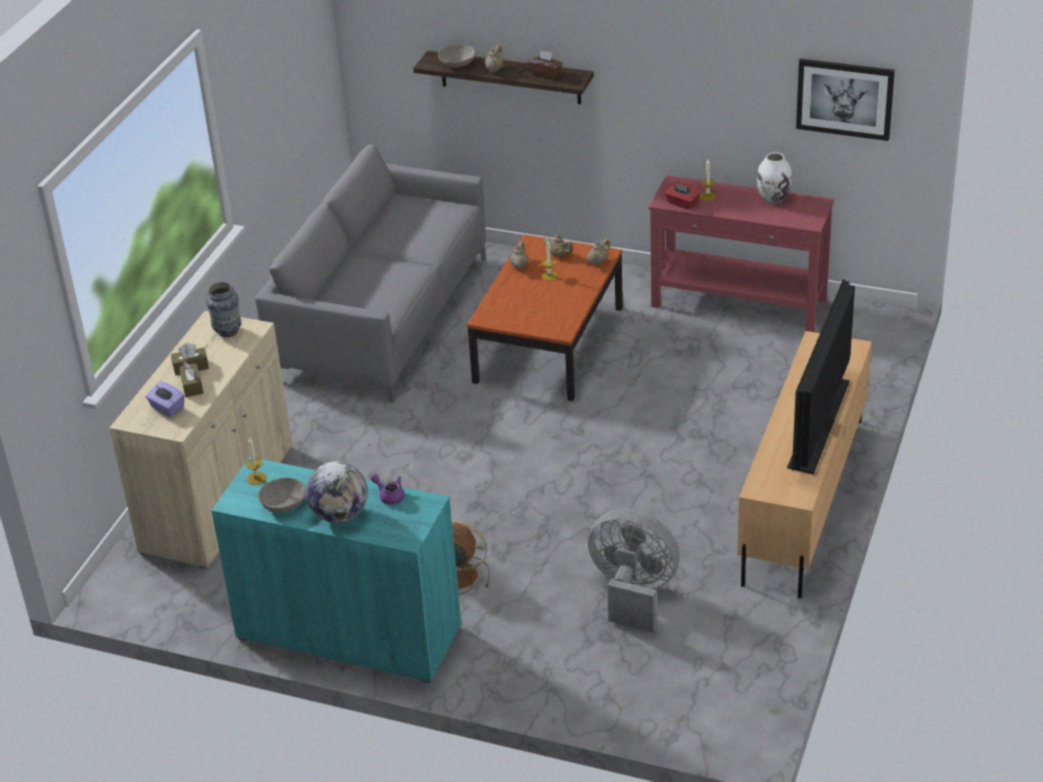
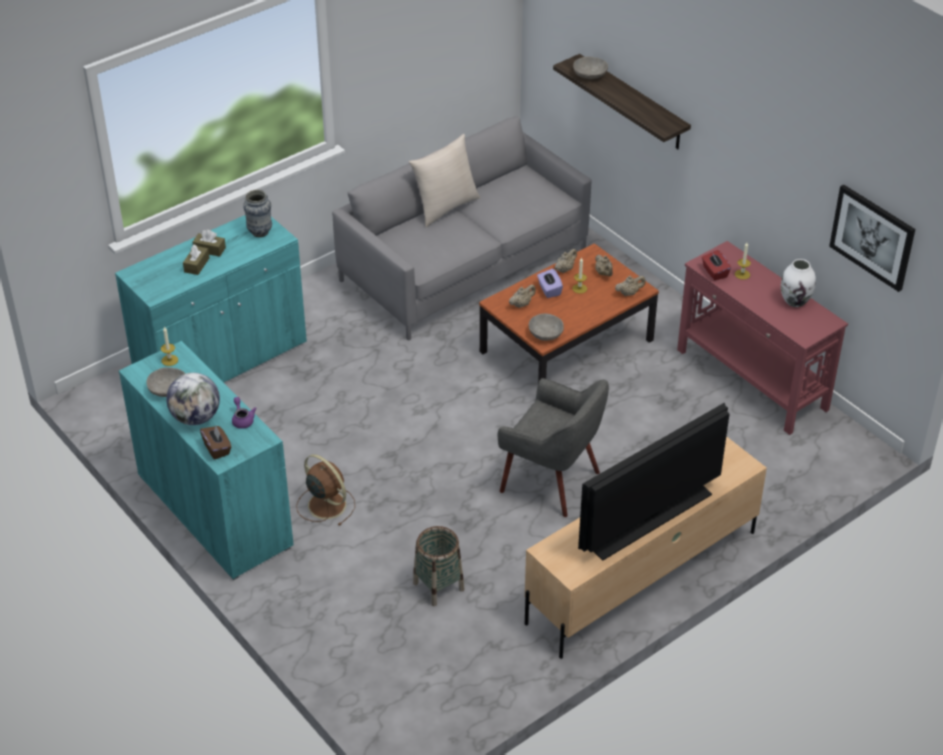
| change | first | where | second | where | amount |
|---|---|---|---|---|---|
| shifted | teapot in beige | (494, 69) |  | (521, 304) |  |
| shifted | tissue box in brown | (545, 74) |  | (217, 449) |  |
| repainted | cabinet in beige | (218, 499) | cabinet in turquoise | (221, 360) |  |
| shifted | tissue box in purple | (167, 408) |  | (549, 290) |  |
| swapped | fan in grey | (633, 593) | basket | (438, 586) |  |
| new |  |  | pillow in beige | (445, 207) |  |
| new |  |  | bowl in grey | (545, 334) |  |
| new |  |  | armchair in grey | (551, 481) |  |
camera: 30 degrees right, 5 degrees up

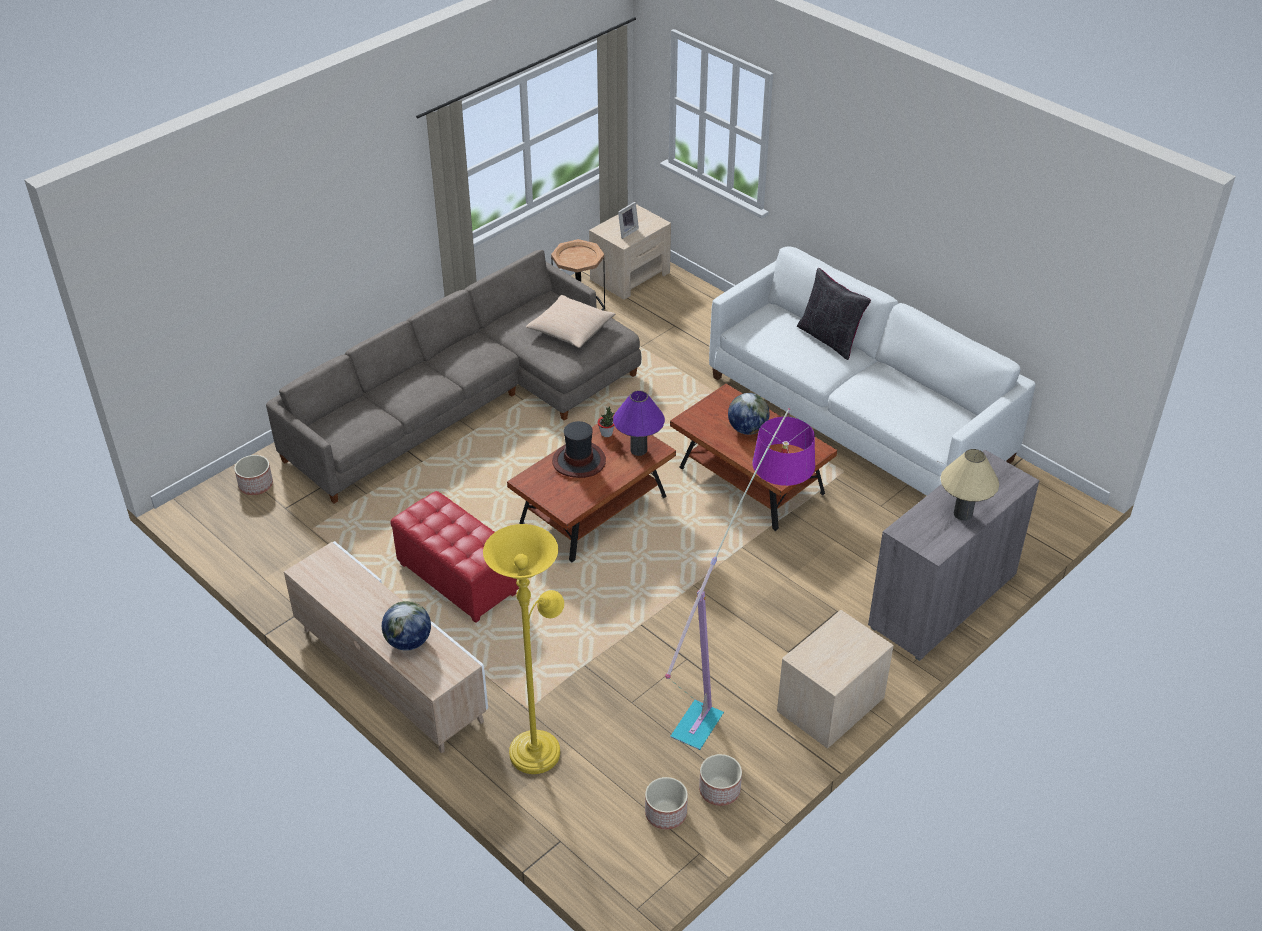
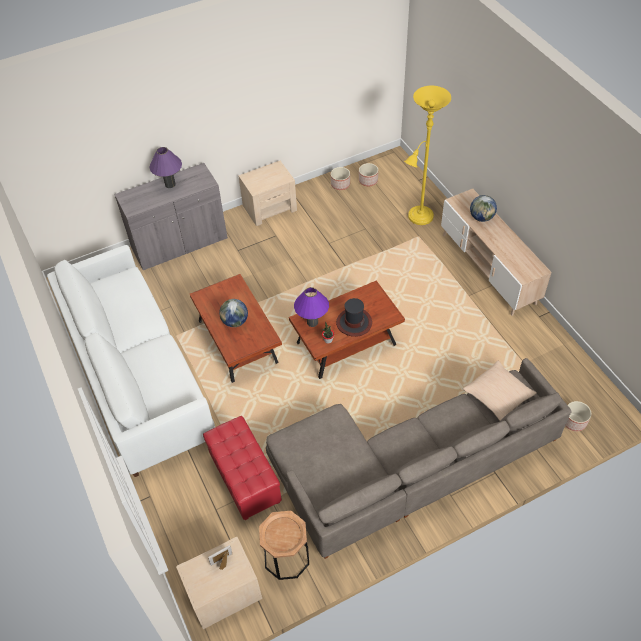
| change | first | where | second | where | amount |
|---|---|---|---|---|---|
| gone | pillow in black | (830, 339) |  |  |  |
| shifted | pillow in beige | (571, 329) |  | (498, 395) |  |
| gone | floor lamp | (739, 660) |  |  |  |
| repainted | table lamp in beige | (963, 514) | table lamp in purple | (170, 184) |  |
| shifted | ottoman in red | (458, 579) |  | (244, 479) |  |
camera: 160 degrees left, 10 degrees up

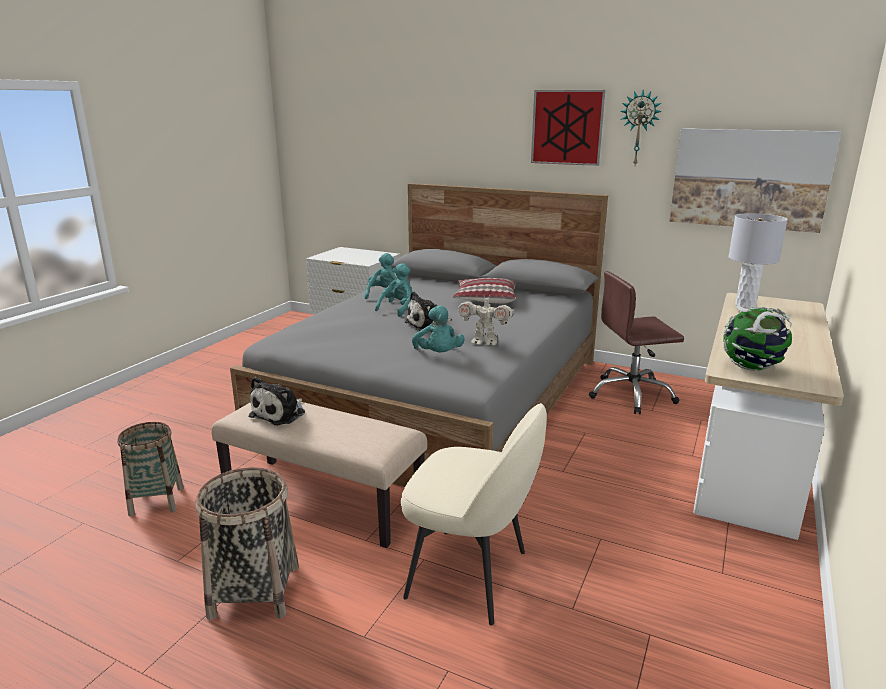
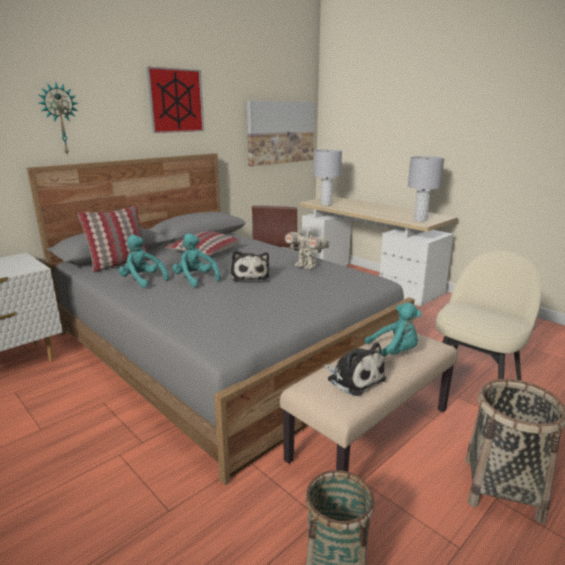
| change | first | where | second | where | amount |
|---|---|---|---|---|---|
| shifted | wall clock | (639, 128) |  | (60, 119) |  |
| rotated | toy robot | (485, 342) |  | (306, 266) | 90 degrees clockwise |
| swapped | globe | (751, 368) | table lamp in grey | (420, 220) |  |
| shifted | plush toy in turquoise | (438, 355) |  | (393, 354) |  |
| new |  |  | pillow | (119, 264) |  |
camera: 70 degrees left, 0 degrees up

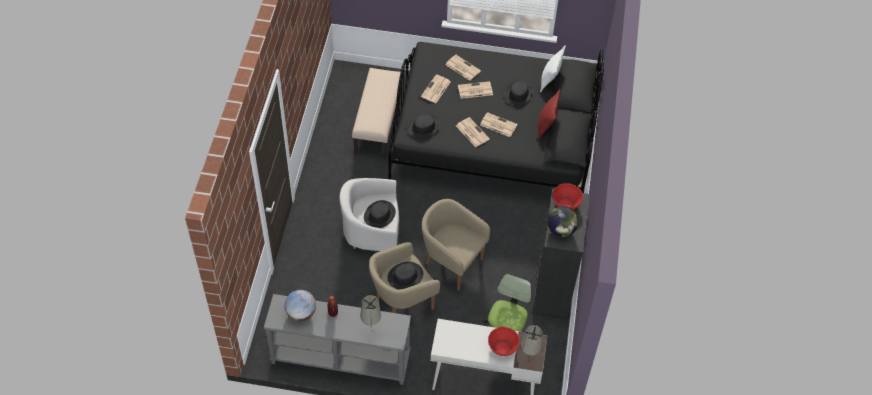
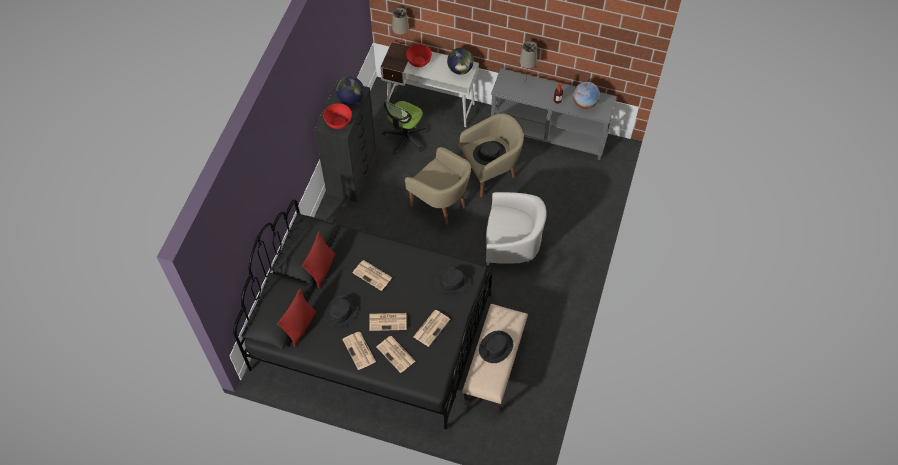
| change | first | where | second | where | amount |
|---|---|---|---|---|---|
| repainted | pillow in white | (550, 80) | pillow in red | (300, 326) |  |
| shifted | newspaper | (472, 132) |  | (359, 351) |  |
| shifted | hat in black | (379, 214) |  | (496, 347) |  |
| new |  |  | globe | (460, 69) |  |
camera: 170 degrees left, 5 degrees up

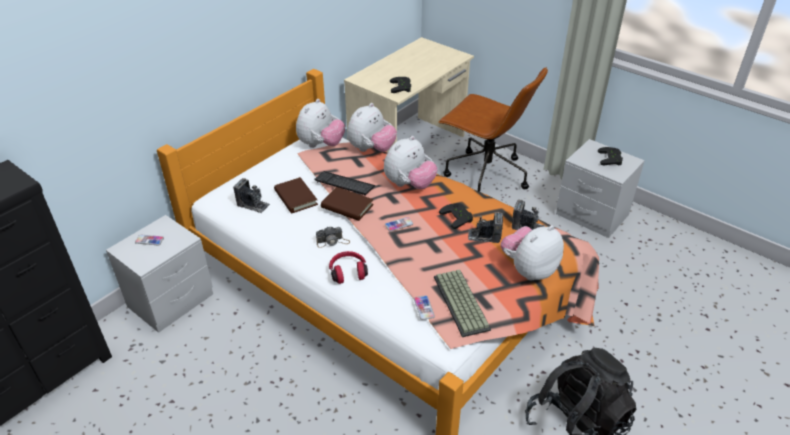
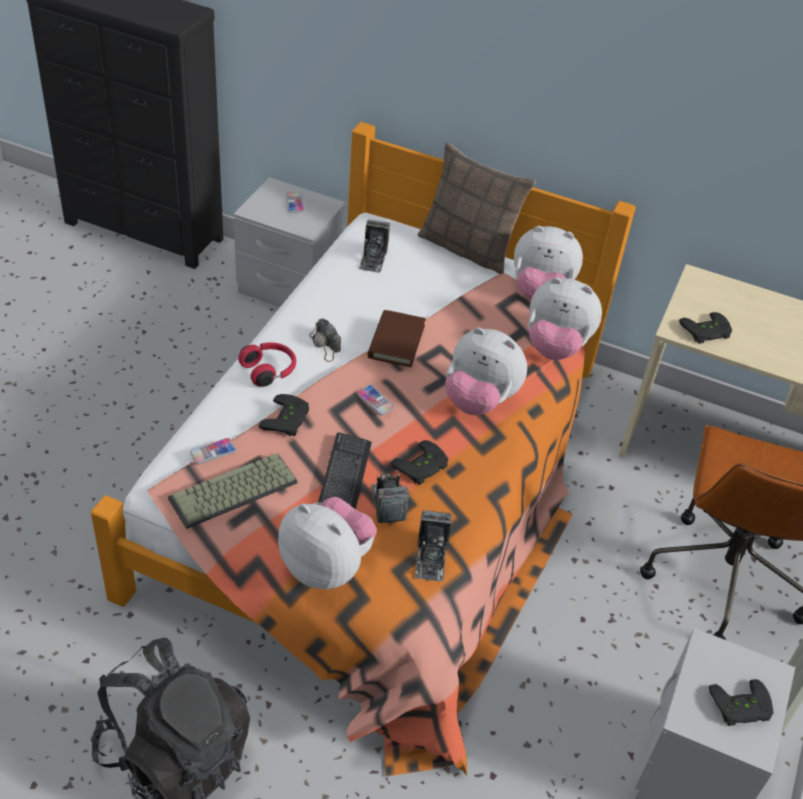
| change | first | where | second | where | amount |
|---|---|---|---|---|---|
| shifted | keyboard | (344, 184) |  | (344, 476) |  |
| gone | book in brown | (295, 197) |  |  |  |
| new |  |  | pillow | (468, 248) |  |
| new |  |  | game controller in black | (288, 420) |  |
camera: 70 degrees right, 5 degrees up

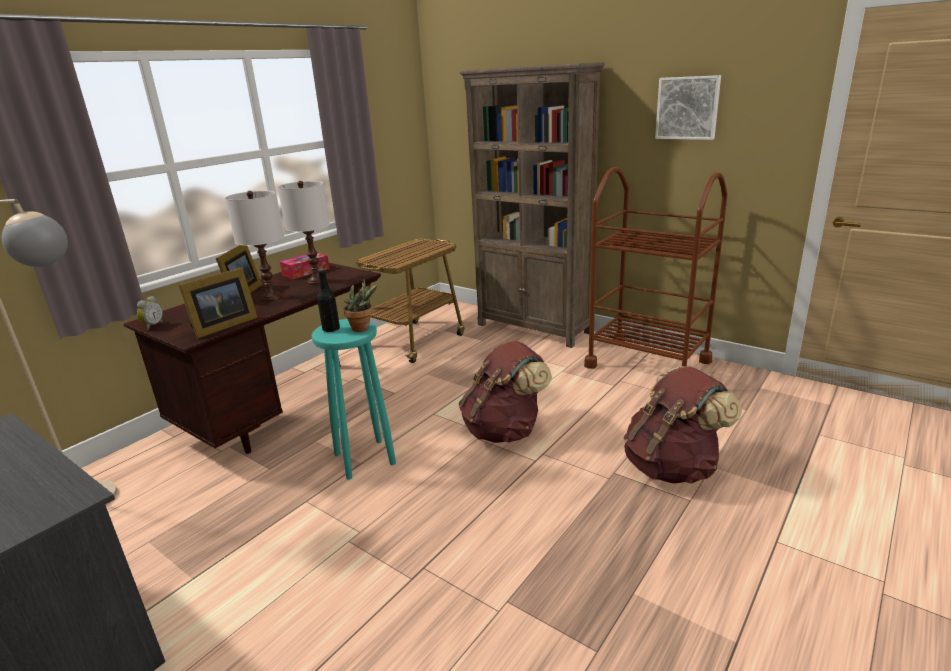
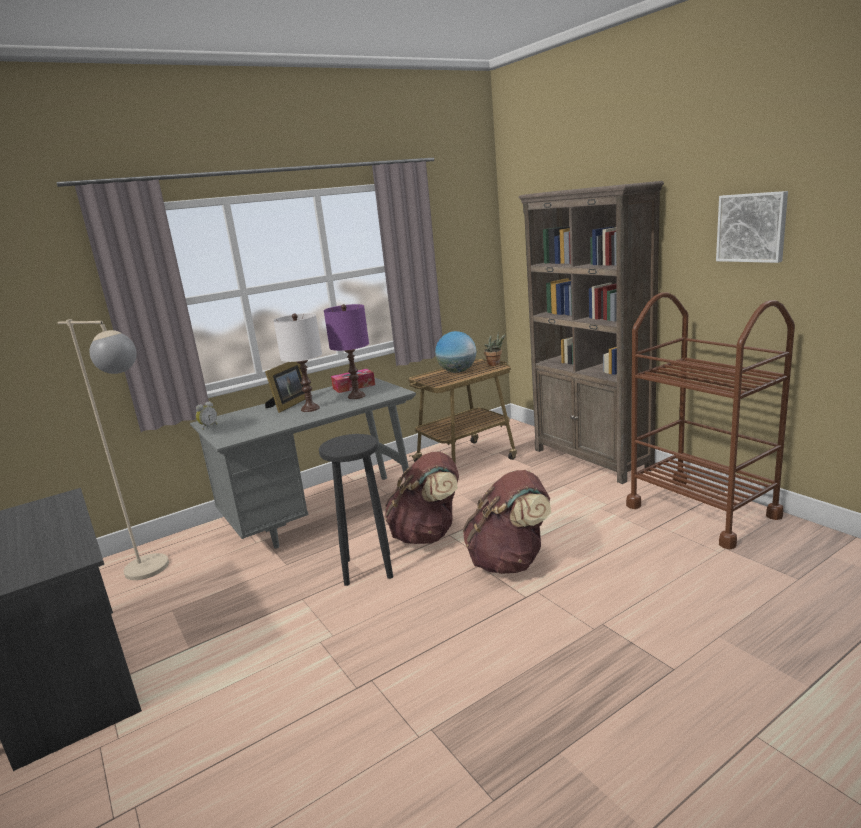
| change | first | where | second | where | amount |
|---|---|---|---|---|---|
| repainted | table lamp in white | (316, 281) | table lamp in purple | (356, 396) |  |
| repainted | desk in brown | (286, 410) | desk in grey | (323, 514) |  |
| gone | picture frame | (222, 327) |  |  |  |
| gone | bottle in black | (331, 329) |  |  |  |
| shifted | potted plant | (363, 328) |  | (495, 364) |  |
| repainted | stool in turquoise | (363, 459) | stool in black | (367, 569) |  |
| shifted | backpack in brown | (672, 467) |  | (427, 535) |  |
| new |  |  | globe | (457, 371) |  |
camera: 20 degrees right, 5 degrees down

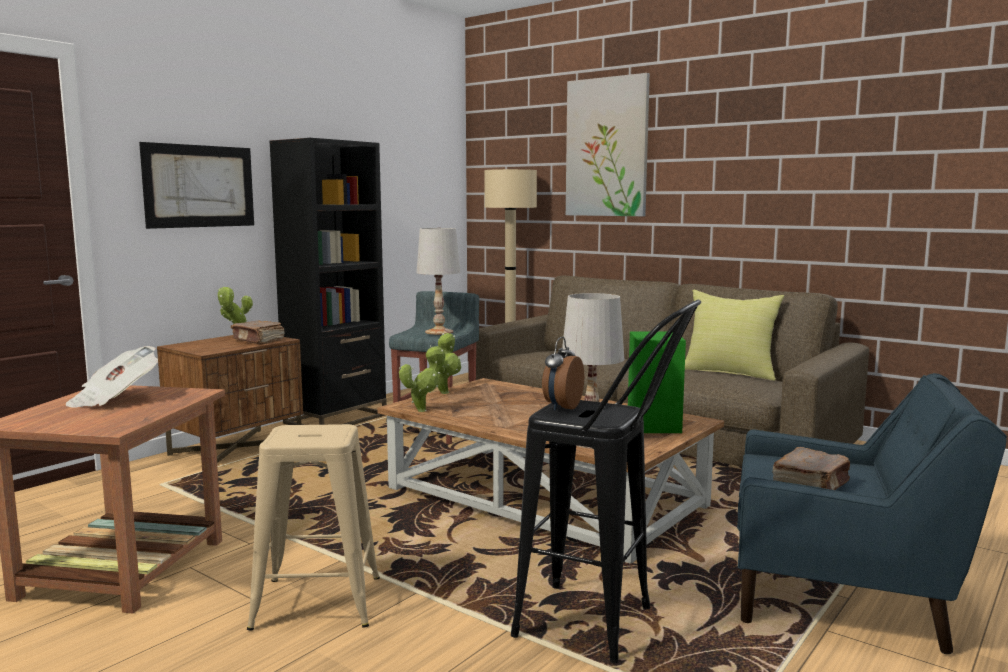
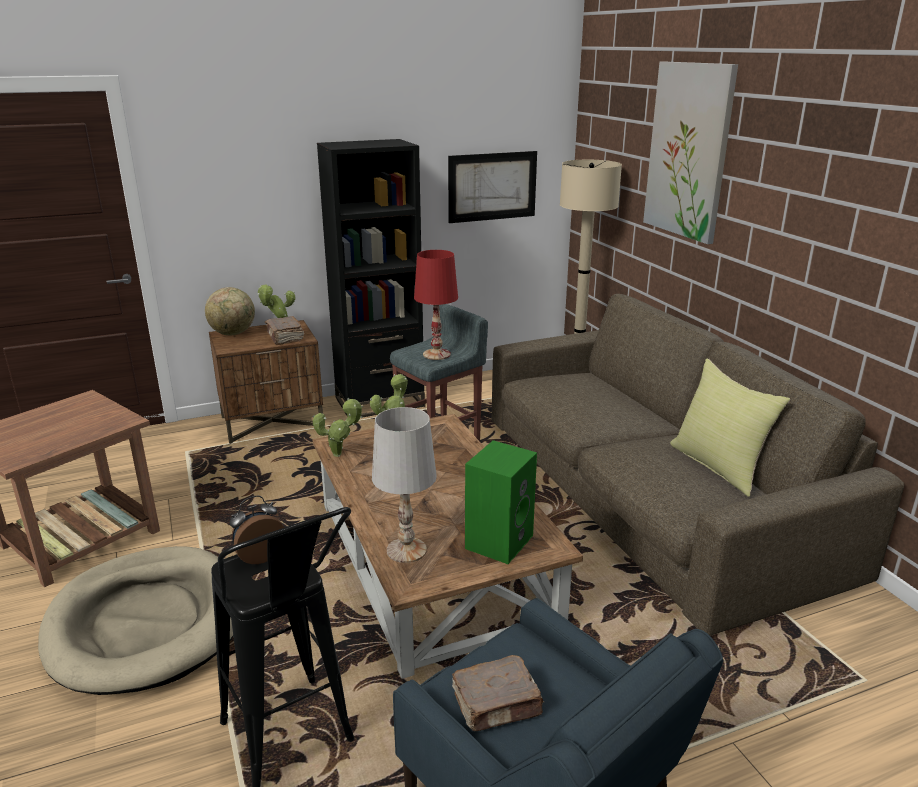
| change | first | where | second | where | amount |
|---|---|---|---|---|---|
| shifted | picture | (199, 186) |  | (492, 186) |  |
| repainted | table lamp in white | (439, 332) | table lamp in red | (437, 354) |  |
| gone | newspaper | (114, 399) |  |  |  |
| swapped | stool in beige | (317, 602) | dog bed in beige | (147, 623) |  |
| new |  |  | globe | (233, 333) |  |
camera: 30 degrees right, 15 degrees up

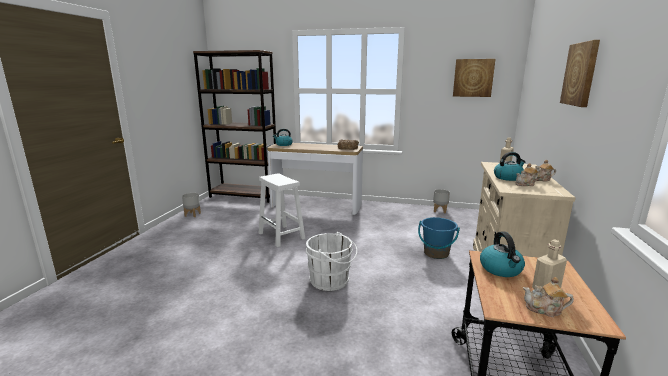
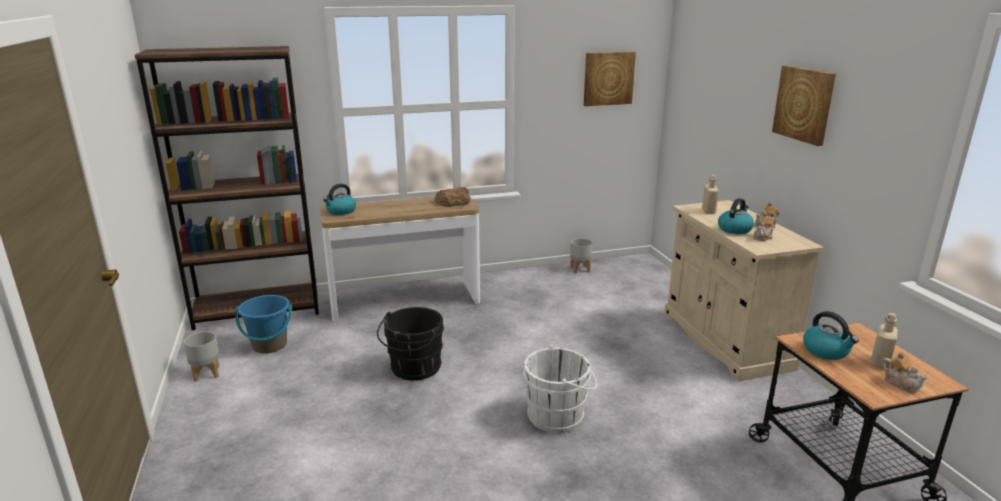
| change | first | where | second | where | amount |
|---|---|---|---|---|---|
| swapped | stool in white | (282, 236) | bucket in black | (414, 369) |  |
| shifted | bucket in blue | (436, 253) |  | (269, 345) |  |
| rotated | teapot | (544, 309) |  | (901, 383) | 105 degrees counterclockwise |
camera: 30 degrees left, 5 degrees up

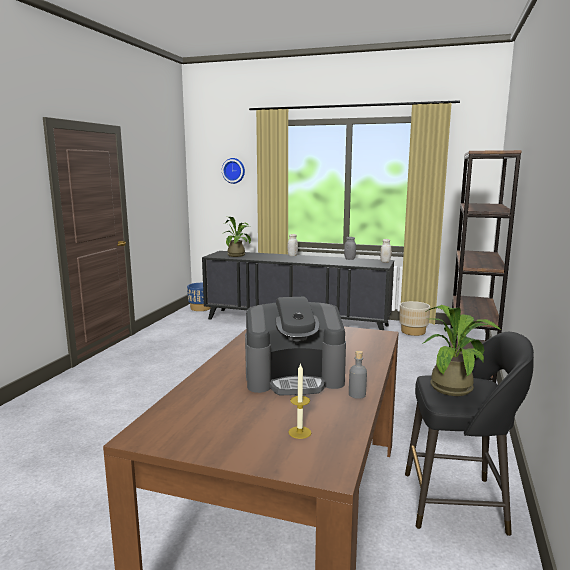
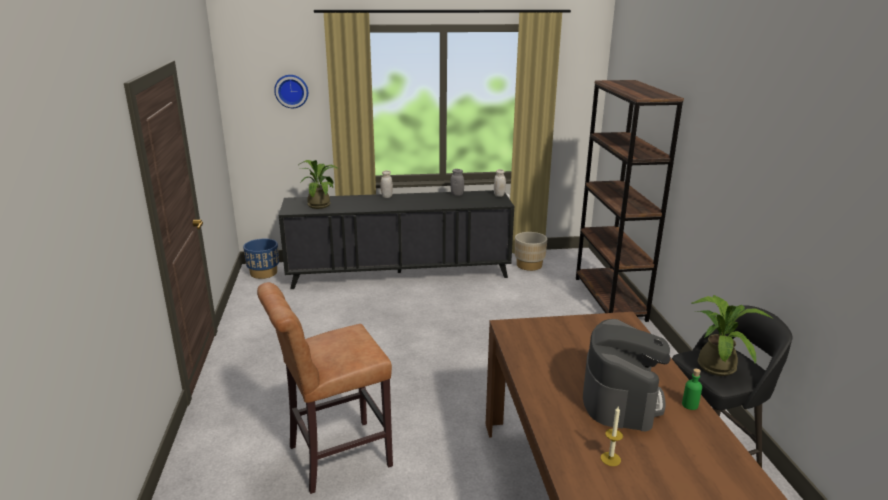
| change | first | where | second | where | amount |
|---|---|---|---|---|---|
| rotated | coffee machine | (294, 377) |  | (621, 398) | 45 degrees counterclockwise |
| repainted | bottle in grey | (357, 394) | bottle in green | (690, 405) |  |
| shifted | candle | (299, 432) |  | (610, 459) |  |
| new |  |  | stool in brown | (334, 457) |  |
camera: 25 degrees left, 10 degrees up

